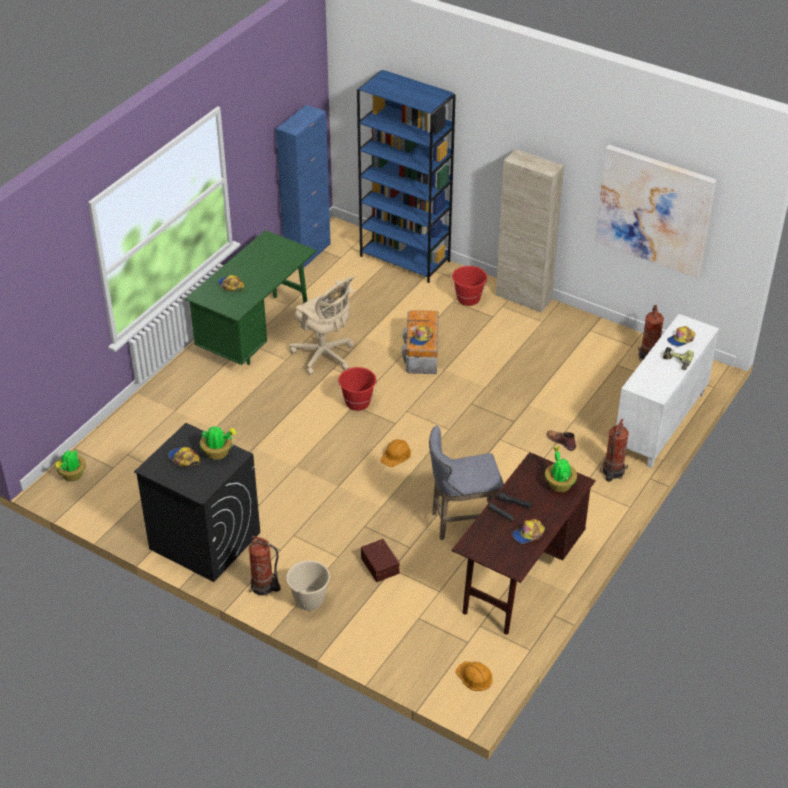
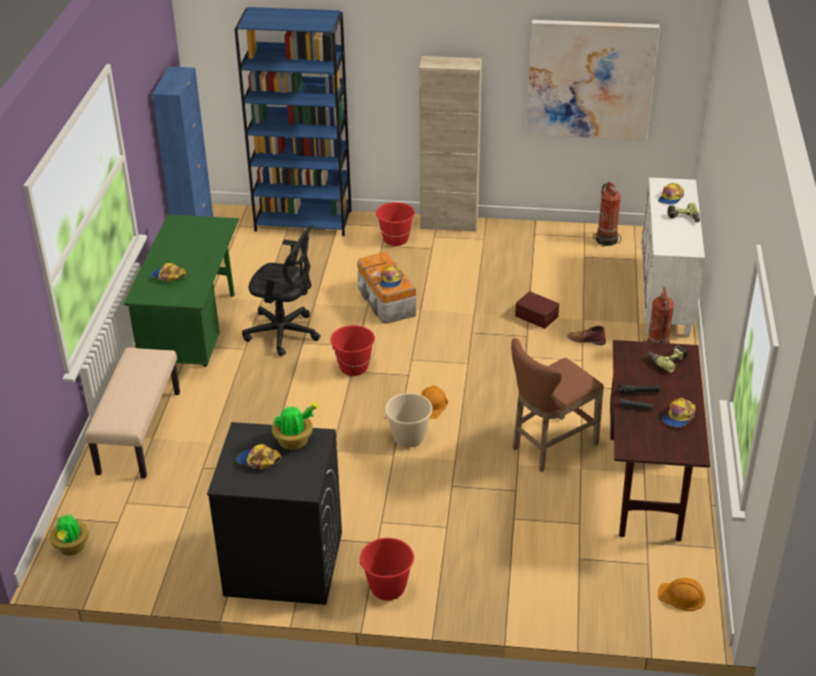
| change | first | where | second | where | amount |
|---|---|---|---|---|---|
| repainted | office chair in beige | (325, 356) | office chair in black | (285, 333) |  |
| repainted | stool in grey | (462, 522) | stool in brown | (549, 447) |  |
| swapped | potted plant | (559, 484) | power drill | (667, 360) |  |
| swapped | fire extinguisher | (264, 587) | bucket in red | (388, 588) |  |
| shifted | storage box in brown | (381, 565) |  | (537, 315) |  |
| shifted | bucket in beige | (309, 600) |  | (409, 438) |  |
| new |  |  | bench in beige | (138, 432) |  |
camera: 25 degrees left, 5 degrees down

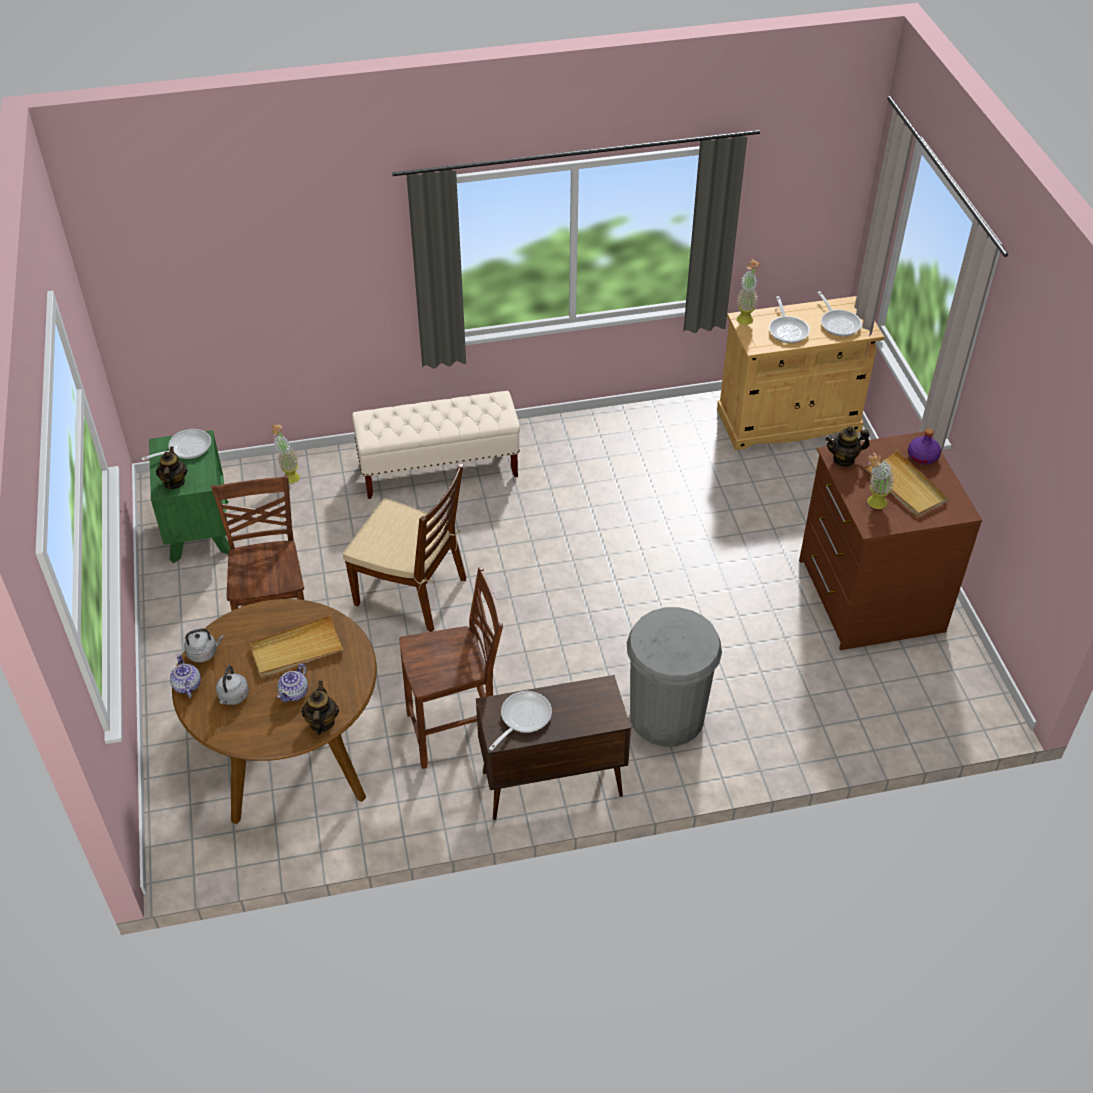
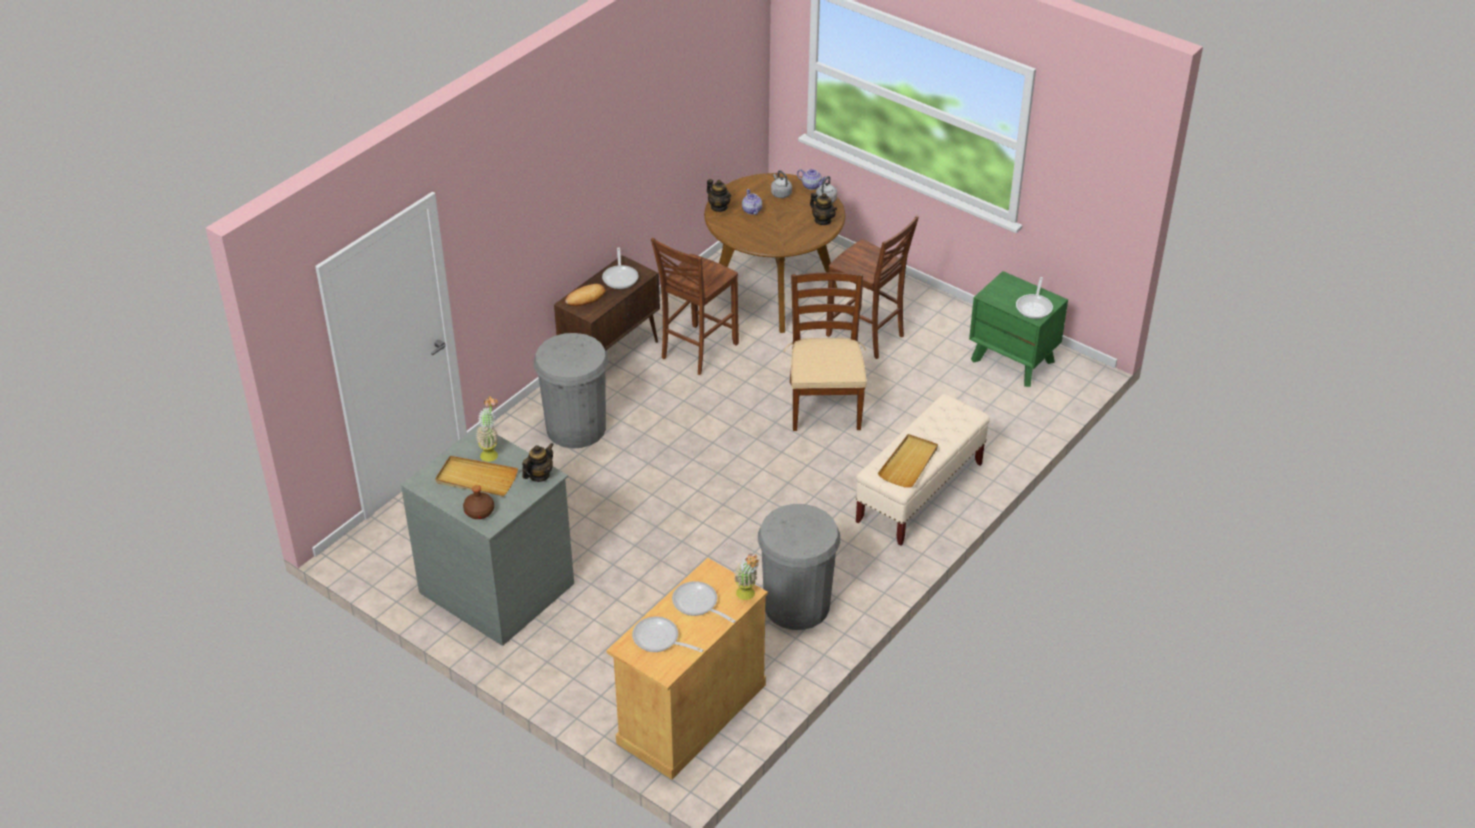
| change | first | where | second | where | amount |
|---|---|---|---|---|---|
| gone | potted plant | (288, 475) |  |  |  |
| repainted | bottle in purple | (922, 456) | bottle in brown | (479, 511) |  |
| repainted | dresser in brown | (868, 596) | dresser in grey | (498, 586) |  |
| shifted | teapot | (174, 482) |  | (823, 220) |  |
| rotated | chair in brown | (412, 591) |  | (824, 405) | 105 degrees clockwise |
| shifted | tray in beige | (296, 649) |  | (909, 463) |  |
| new |  |  | bread | (585, 298) |  |
| new |  |  | trash can in grey | (796, 605) |  |
camera: 140 degrees right, 5 degrees down

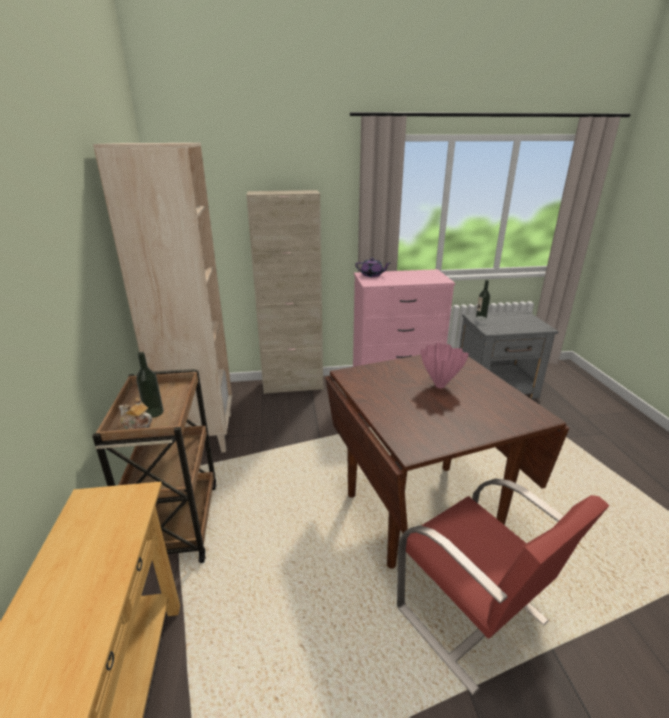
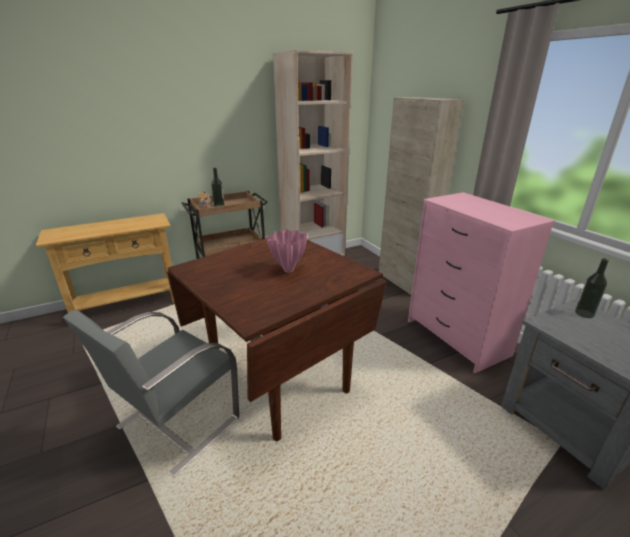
| change | first | where | second | where | amount |
|---|---|---|---|---|---|
| gone | teapot in purple | (372, 275) |  |  |  |
| repainted | chair in red | (473, 617) | chair in grey | (176, 423) |  |
camera: 70 degrees right, 0 degrees up

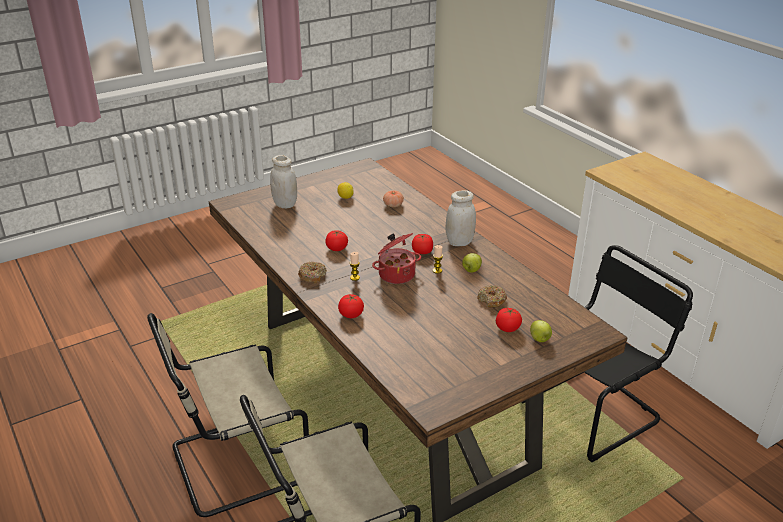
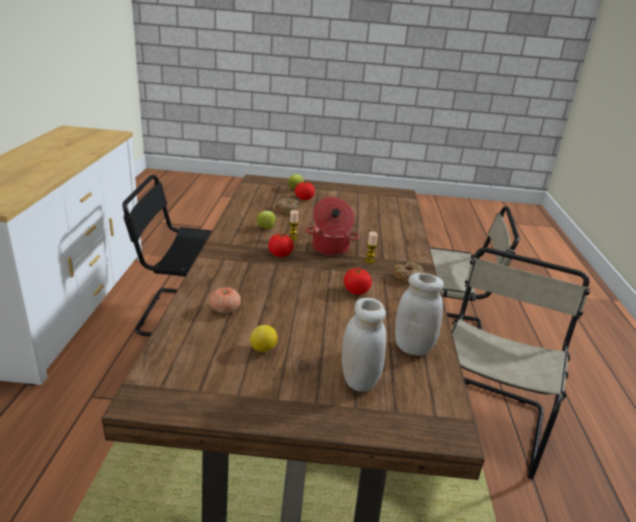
| change | first | where | second | where | amount |
|---|---|---|---|---|---|
| shifted | jar in white | (459, 242) |  | (413, 347) |  |
| gone | tomato | (351, 314) |  |  |  |
| rotated | chair in beige | (234, 464) |  | (485, 420) | 75 degrees counterclockwise |
camera: 145 degrees left, 5 degrees down

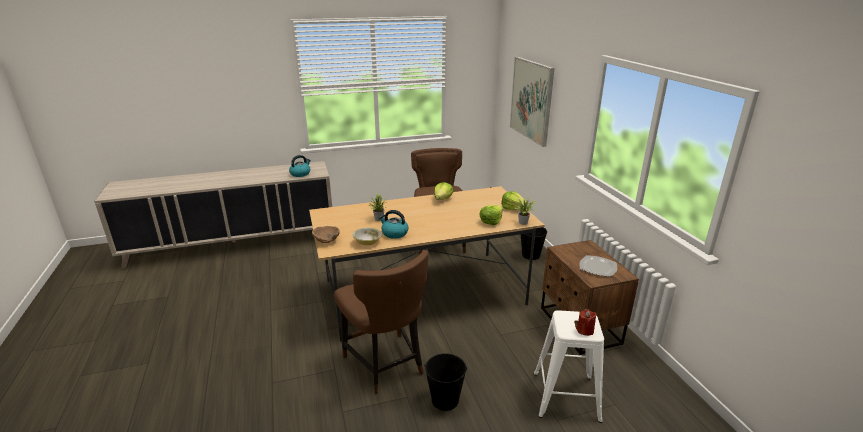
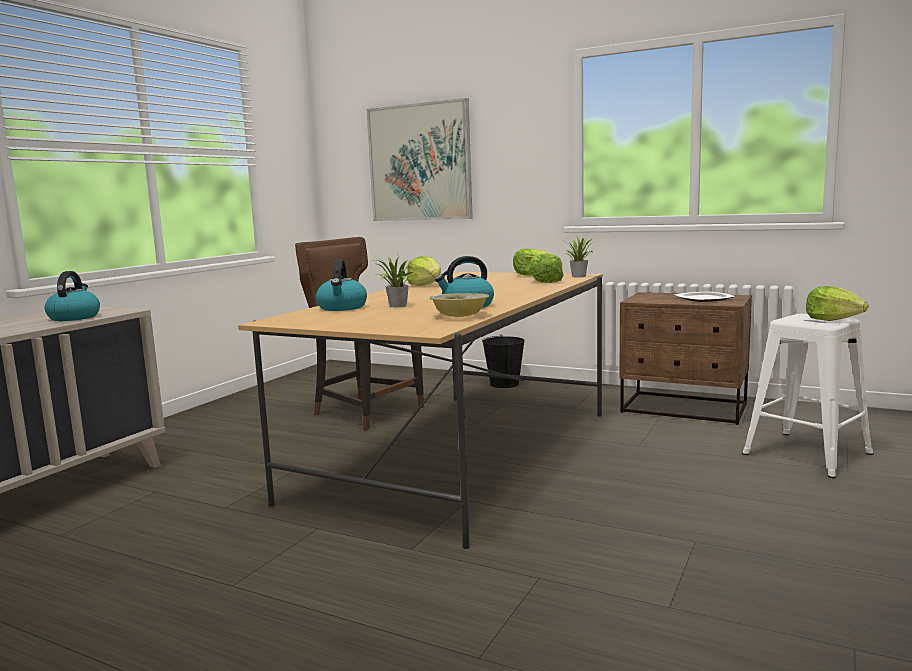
| change | first | where | second | where | amount |
|---|---|---|---|---|---|
| gone | bowl in brown | (327, 241) |  |  |  |
| gone | chair in brown | (385, 365) |  |  |  |
| swapped | candle in red | (585, 330) | lettuce | (833, 320) |  |
| gone | bucket in black | (445, 399) |  |  |  |
| new |  |  | kettle | (342, 308) |  |
camera: 45 degrees left, 15 degrees down

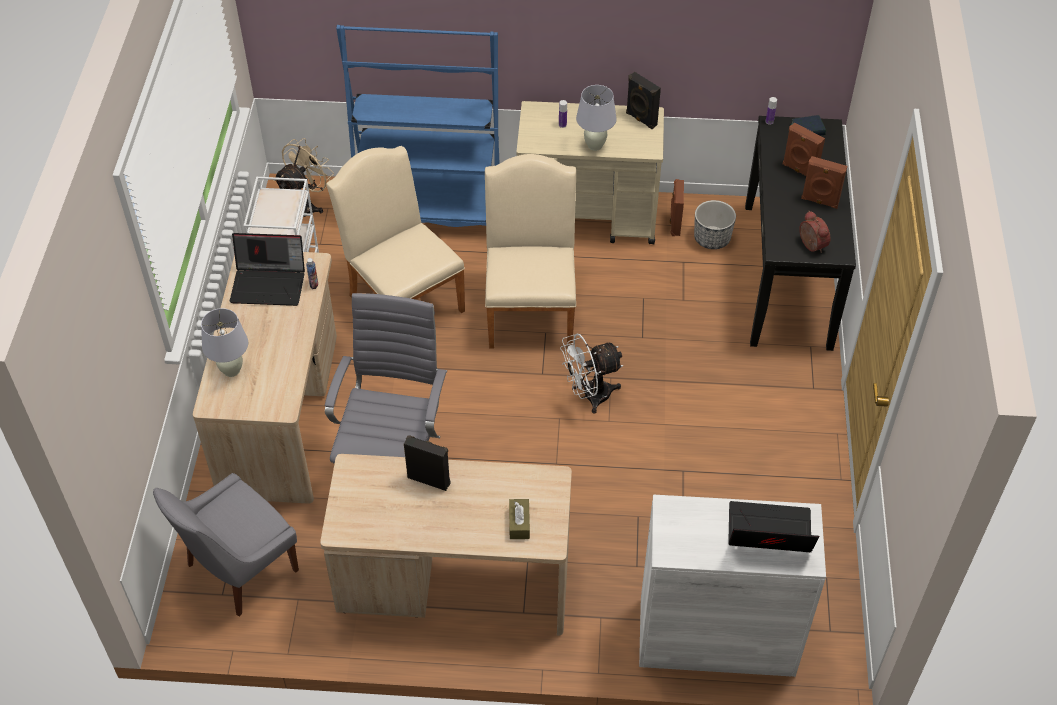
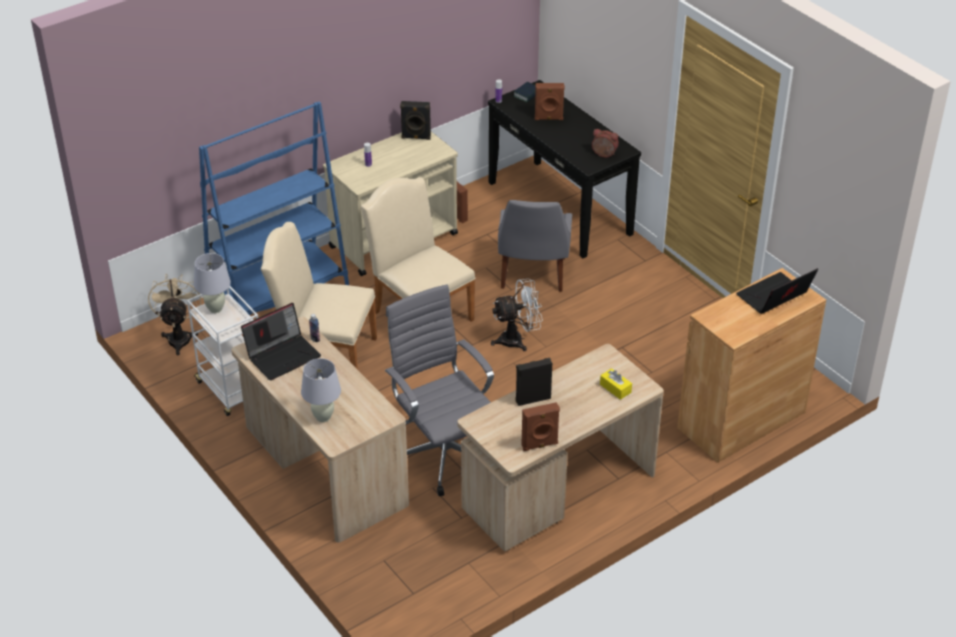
| change | first | where | second | where | amount |
|---|---|---|---|---|---|
| shifted | table lamp in white | (595, 145) |  | (215, 308) |  |
| shifted | speaker in brown | (819, 202) |  | (540, 445) |  |
| gone | planter | (711, 238) |  |  |  |
| rotated | fan in white | (589, 396) |  | (517, 340) | 135 degrees counterclockwise |
| shifted | chair in grey | (239, 570) |  | (532, 275) |  |
| repainted | cabinet in white | (716, 637) | cabinet in brown | (741, 420) |  |
| repainted | tissue box in brown | (519, 523) | tissue box in yellow | (615, 388) |  |
camera: 40 degrees left, 10 degrees down

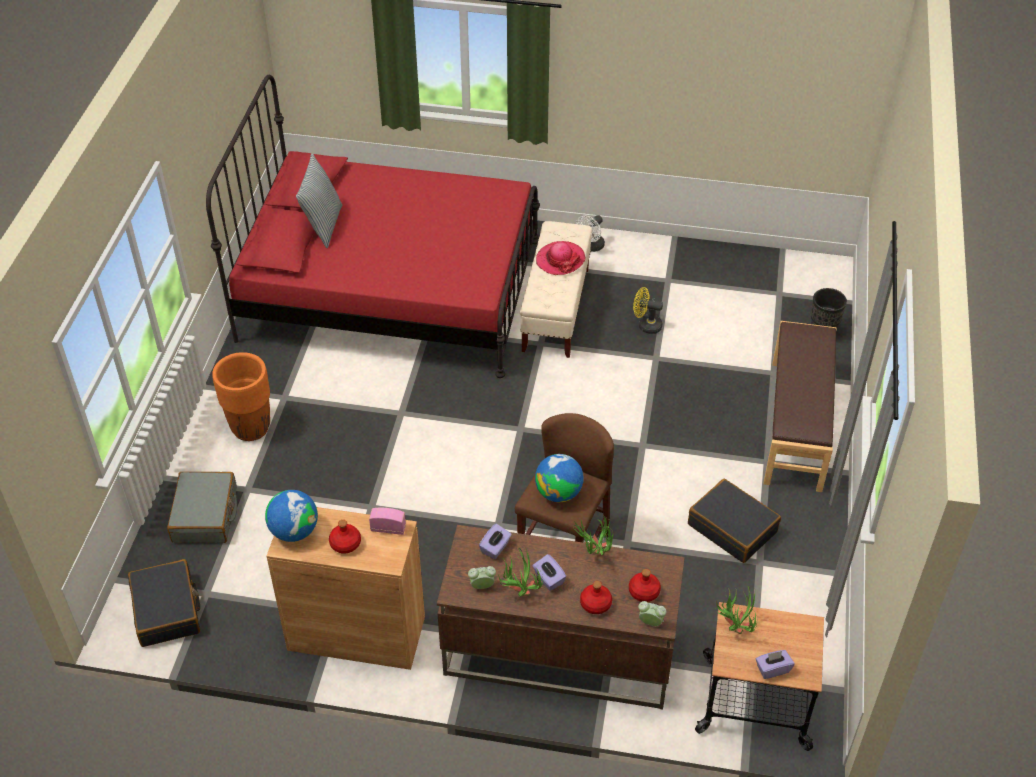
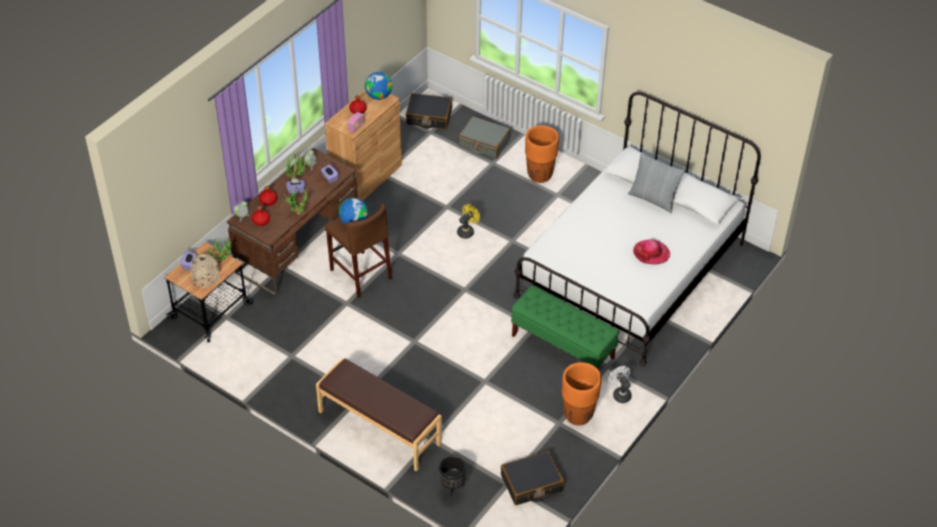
| change | first | where | second | where | amount |
|---|---|---|---|---|---|
| repainted | bed in red | (390, 289) | bed in white | (631, 270) |  |
| repainted | bench in beige | (556, 310) | bench in green | (563, 347) |  |
| shifted | hat | (560, 260) |  | (651, 253) |  |
| shifted | fan in yellow | (646, 325) |  | (467, 231) |  |
| shifted | suitcase in black | (732, 528) |  | (531, 484) |  |
| new |  |  | vase in beige | (206, 278) |  |
| new |  |  | planter in orange | (578, 415) |  |
camera: 115 degrees right, 0 degrees up

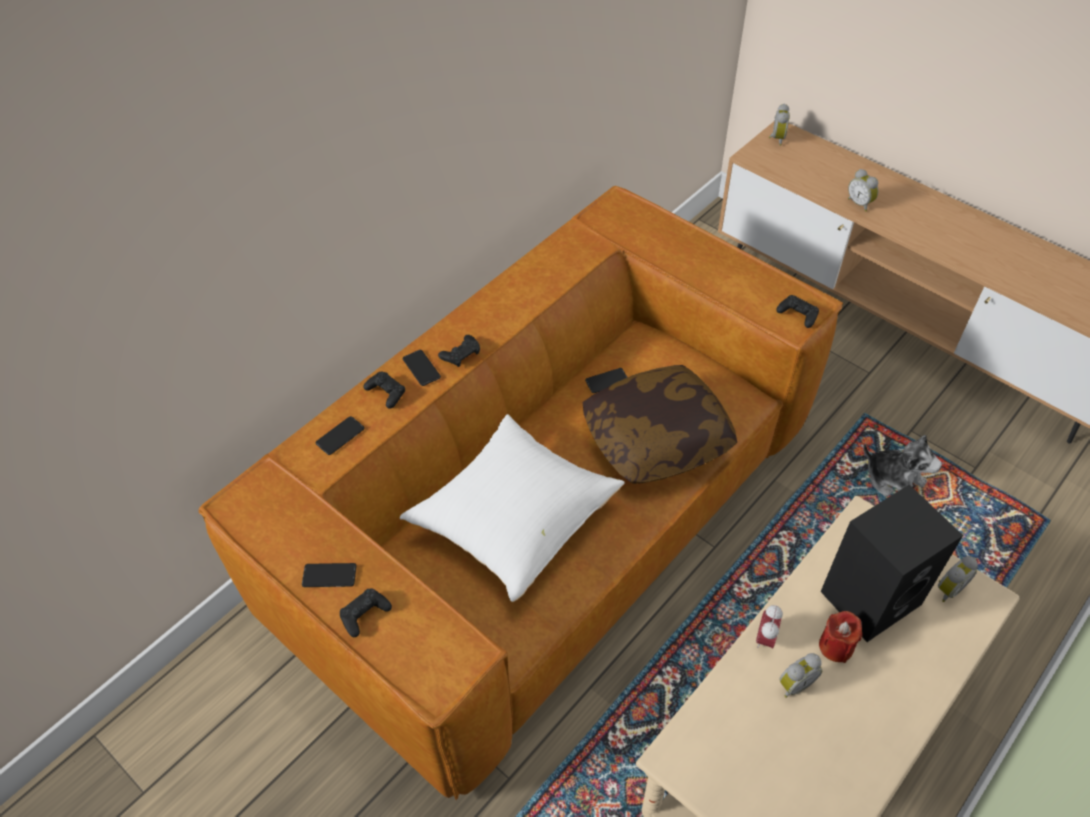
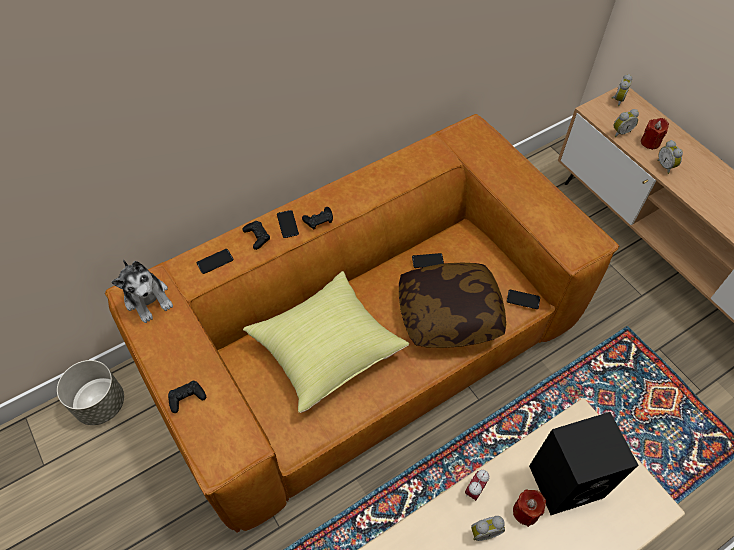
| change | first | where | second | where | amount |
|---|---|---|---|---|---|
| gone | game controller in black | (798, 314) |  |  |  |
| repainted | pillow in white | (514, 519) | pillow in yellow | (326, 348) |  |
| shifted | plush toy | (894, 480) |  | (148, 298) |  |
| shifted | alarm clock | (947, 588) |  | (620, 132) |  |
| shifted | phone | (329, 575) |  | (523, 299) |  |
| new |  |  | candle in red | (650, 142) |  |
| new |  |  | planter in grey | (101, 403) |  |
camera: 15 degrees right, 5 degrees up

